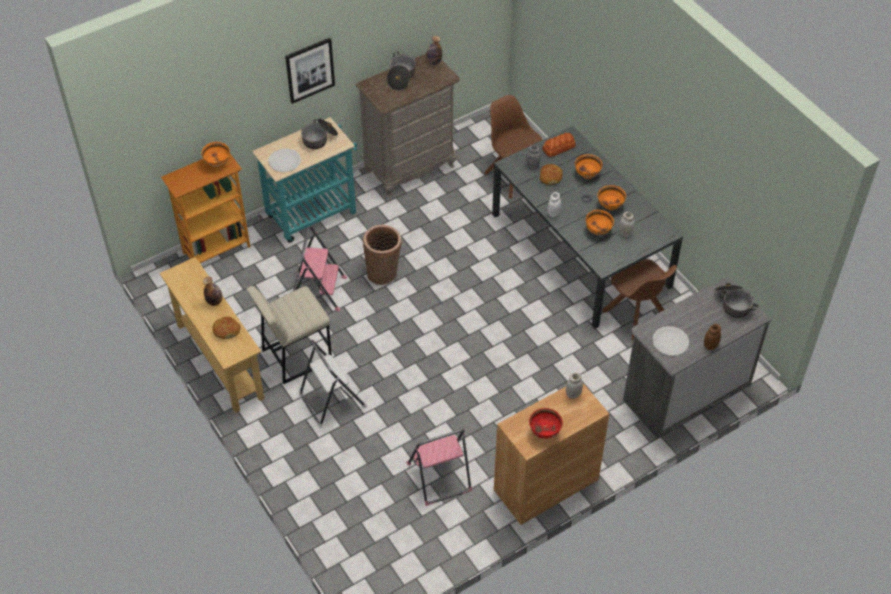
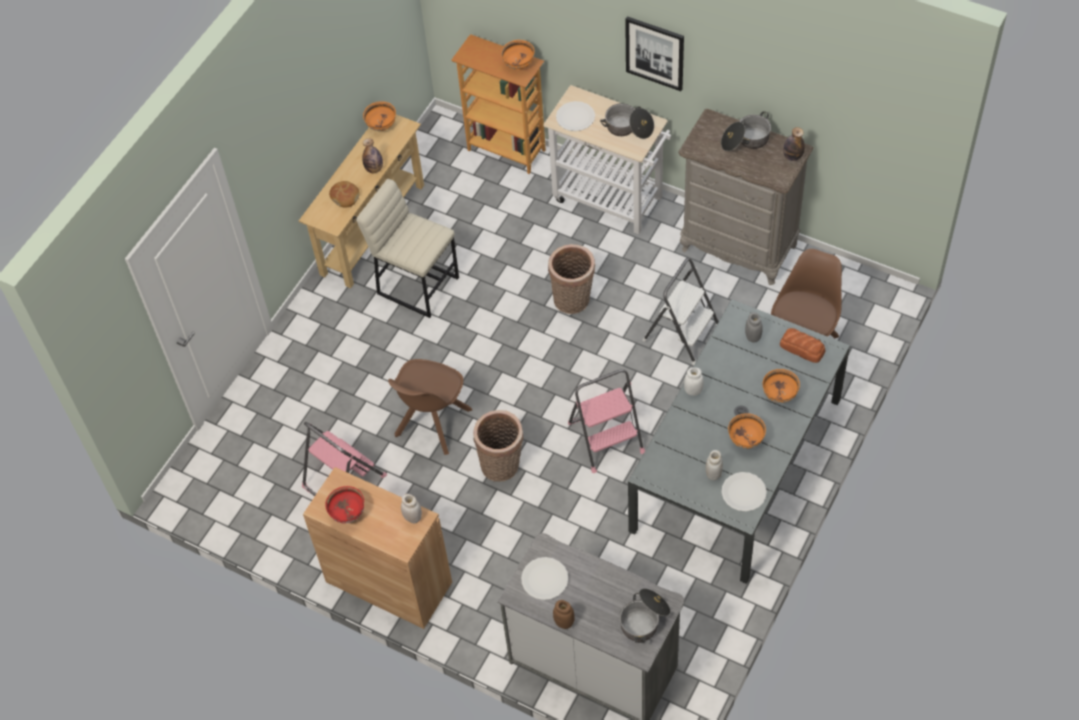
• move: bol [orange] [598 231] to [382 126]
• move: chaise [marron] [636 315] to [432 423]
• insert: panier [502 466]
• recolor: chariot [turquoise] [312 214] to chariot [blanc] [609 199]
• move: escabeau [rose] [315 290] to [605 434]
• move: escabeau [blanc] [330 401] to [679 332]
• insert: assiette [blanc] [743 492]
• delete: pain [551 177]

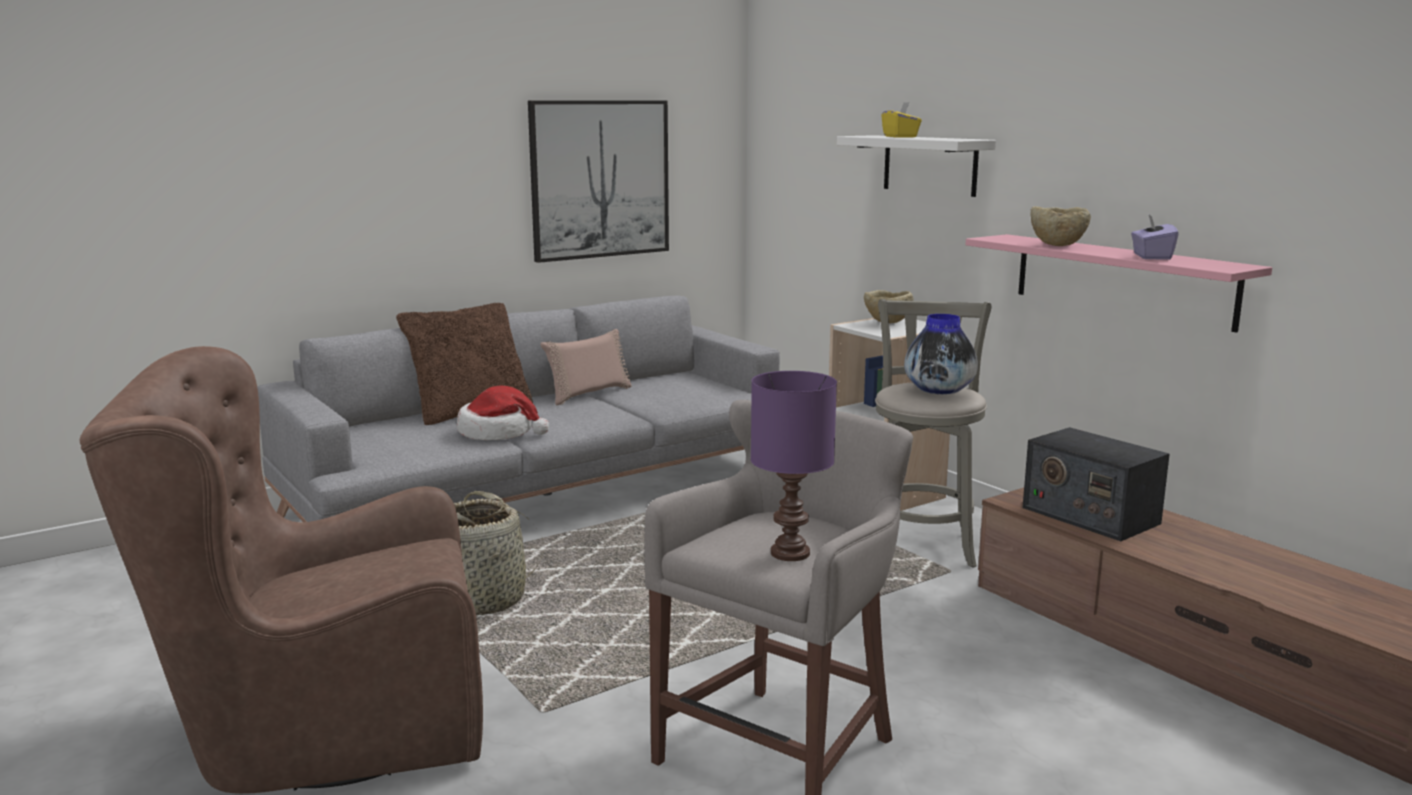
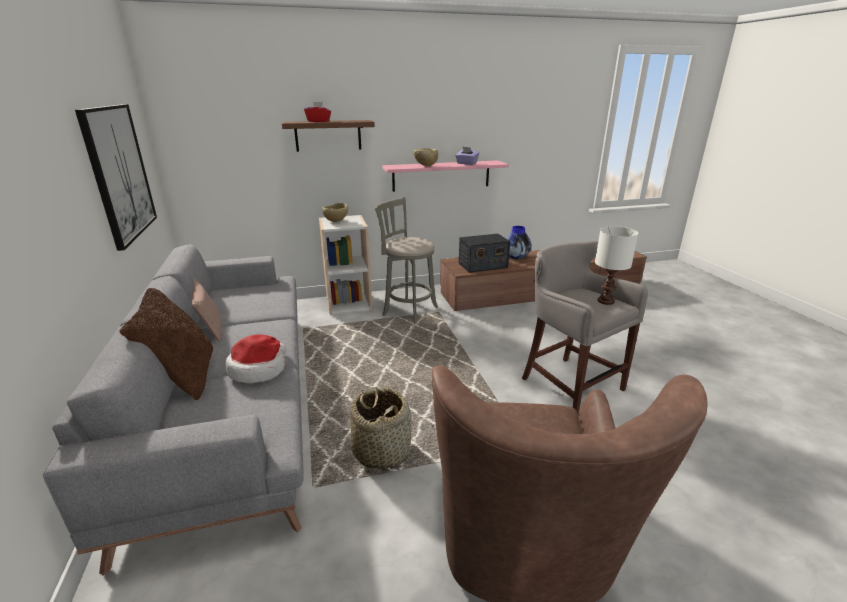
• recolor: étagère [blanc] [929 165] to étagère [marron] [328 135]
• recolor: boîte à mouchoirs [jaune] [900 137] to boîte à mouchoirs [rouge] [318 121]
• move: vase [938 391] to [515 257]
• recolor: lampe de table [violet] [792 553] to lampe de table [blanc] [605 301]

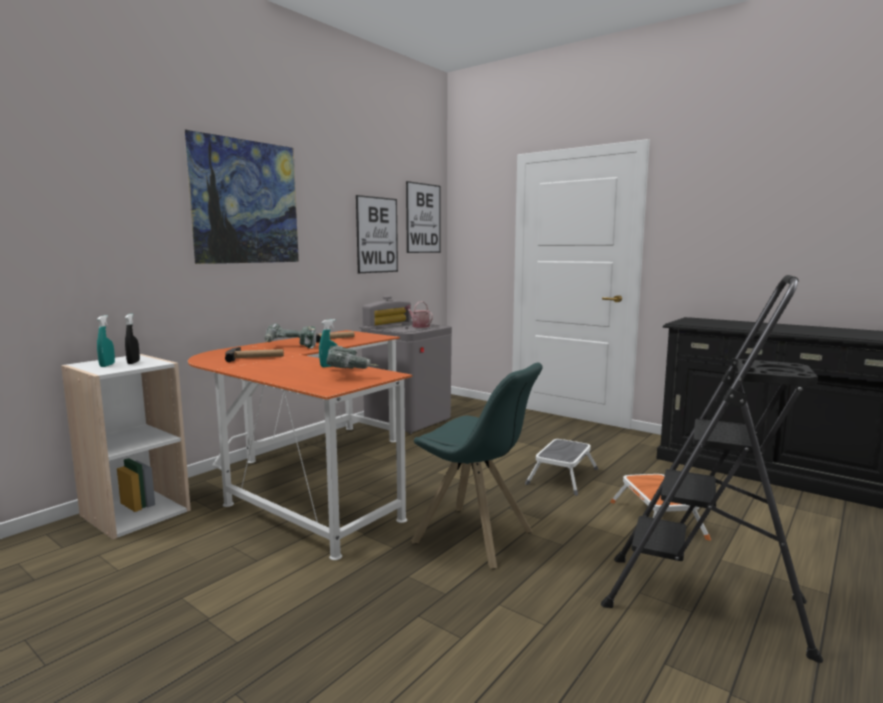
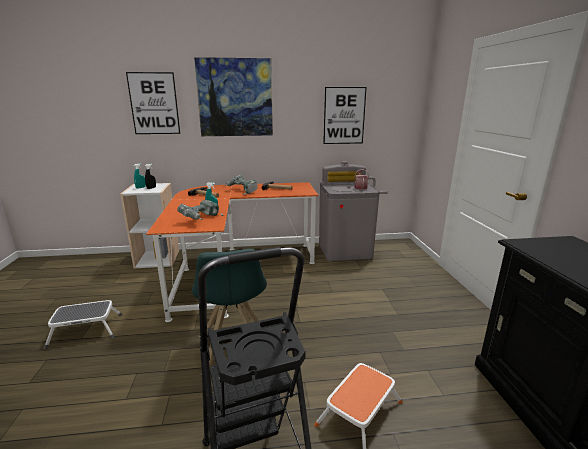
• move: escabeau [gris] [563 476] to [86 330]
• move: tableau [423 218] to [154 103]

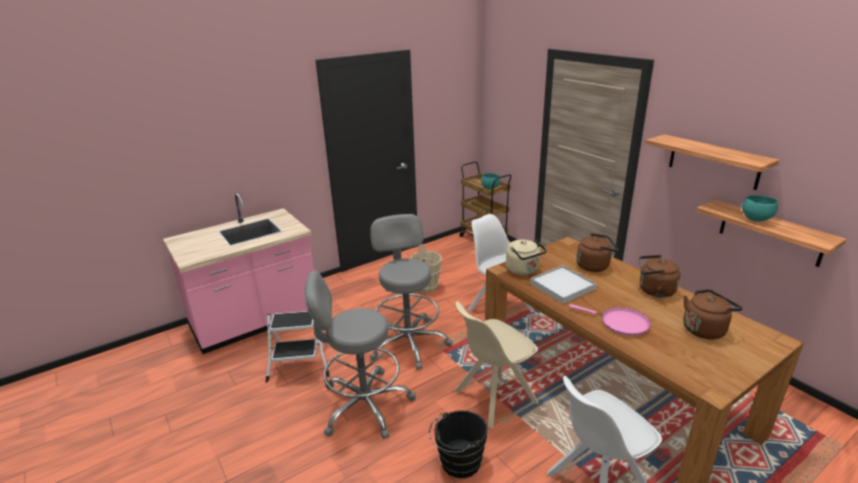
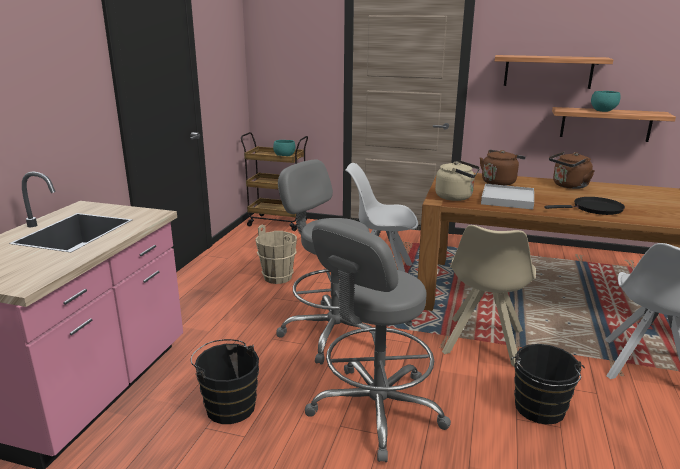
• replace: escabeau [300 361] to seau [noir] [228 405]
• recolor: poêle [rose] [621 323] to poêle [noir] [594 209]
• delete: bouilloire [marron] [705 329]

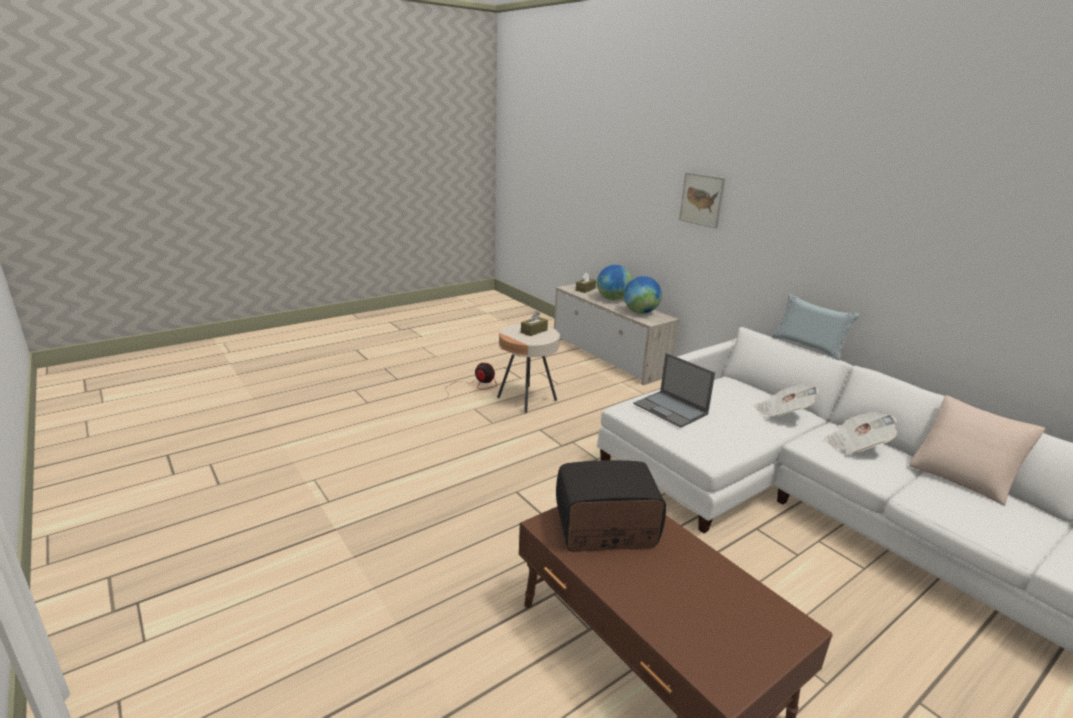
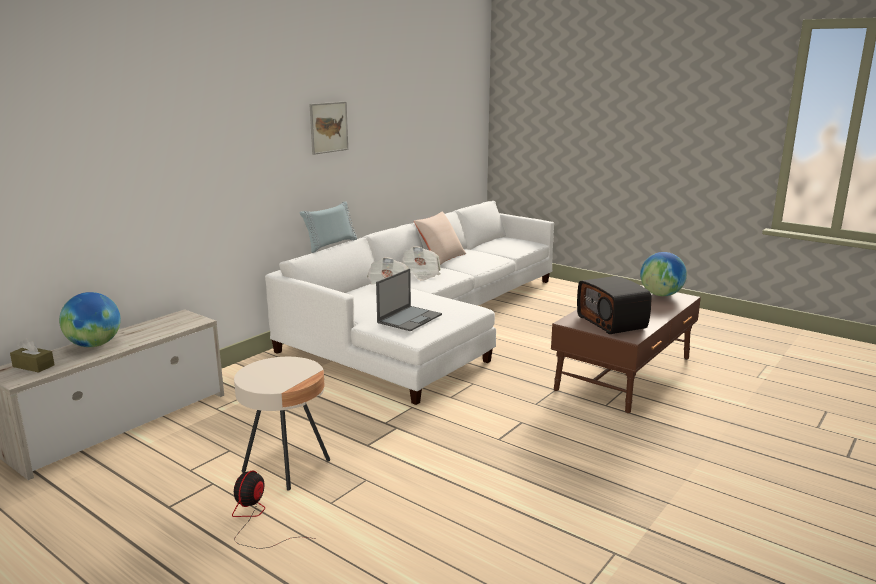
• move: tableau [702 199] to [328 127]
• move: globe [640 312] to [661 295]
• delete: boîte à mouchoirs [marron] [534 331]

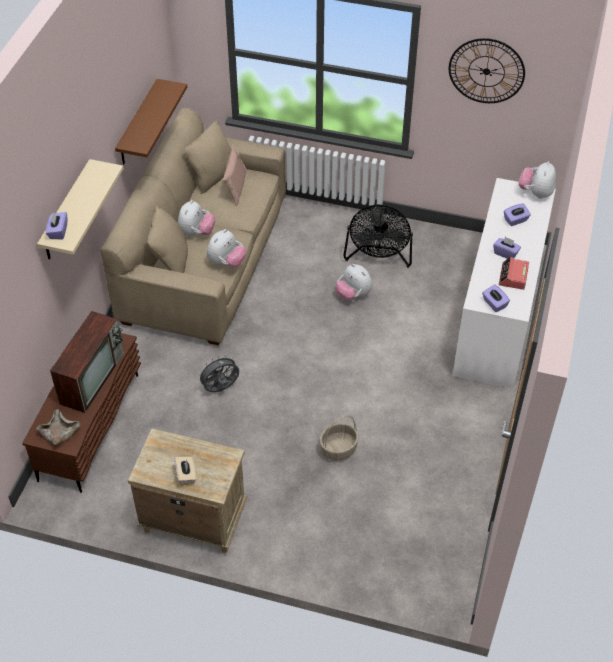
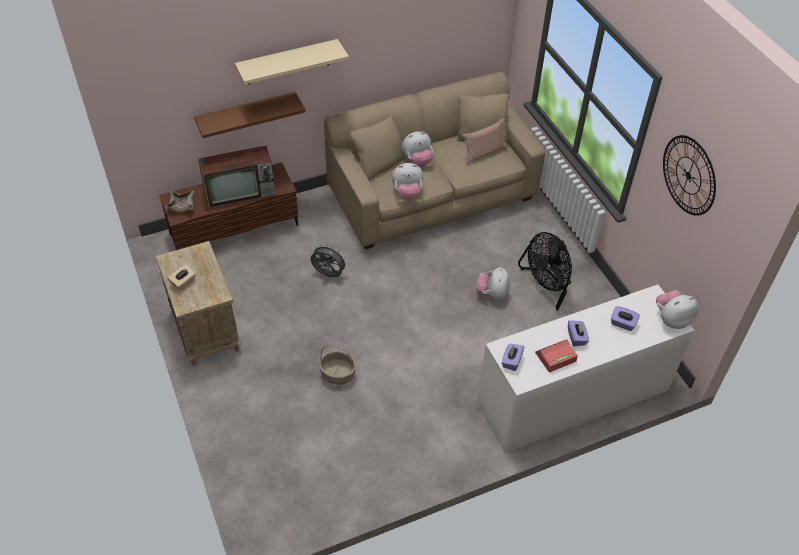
• move: étagère [marron] [138 124] to [247 114]
• delete: boîte à mouchoirs [violet] [58 232]

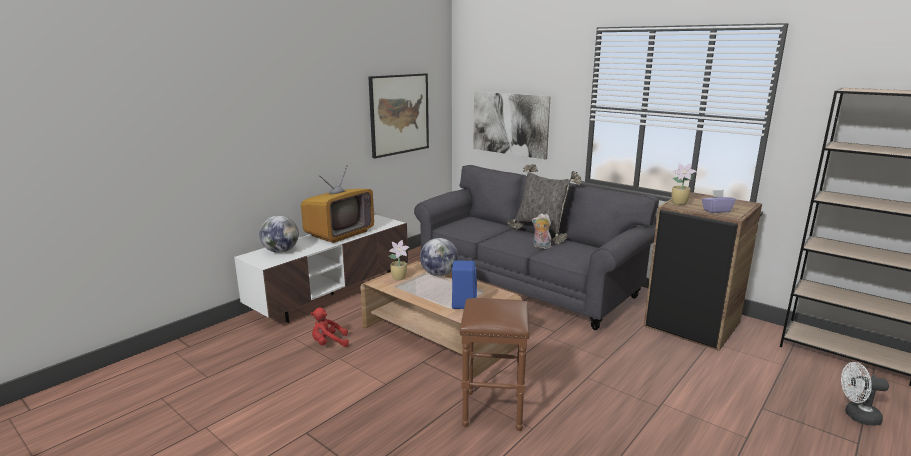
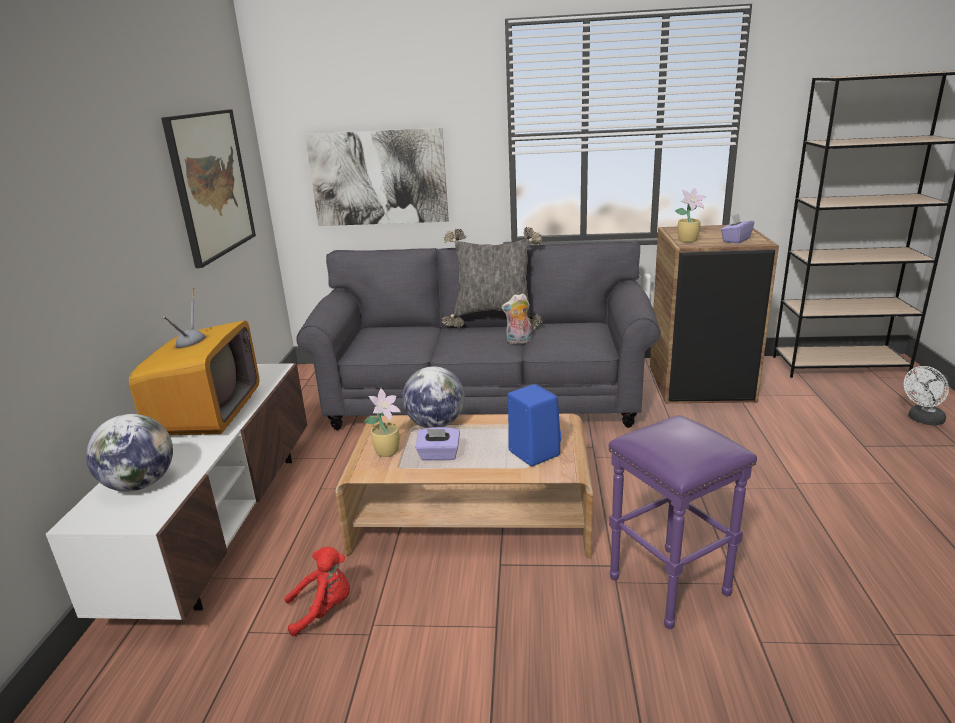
• rotate: peluche [rouge] [329 343] = [323 609] 150 degrees counterclockwise
• insert: boîte à mouchoirs [violet] [439 455]
• recolor: tabouret [marron] [494 411] to tabouret [violet] [672 585]

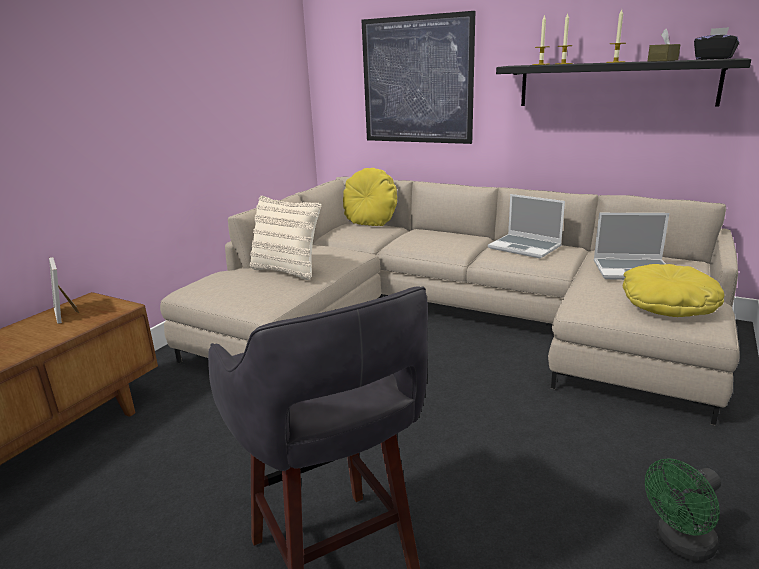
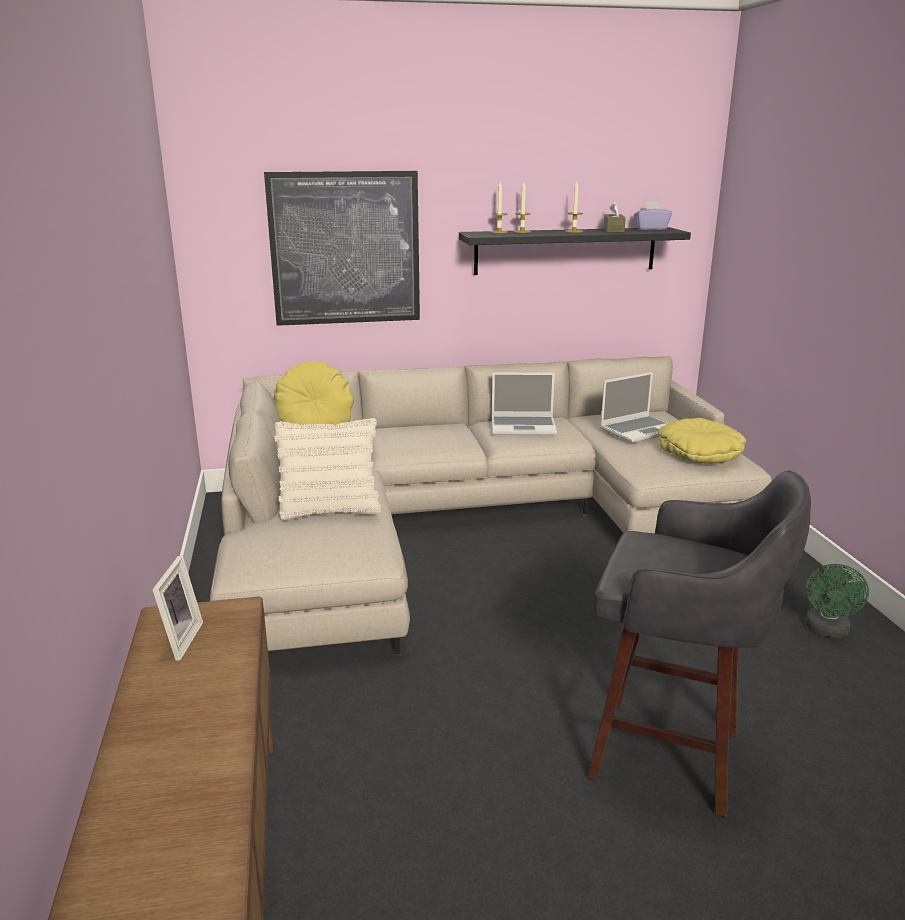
• rotate: cadre photo [67 313] = [177 641] 105 degrees counterclockwise
• recolor: boîte à mouchoirs [noir] [713 59] to boîte à mouchoirs [violet] [651 229]

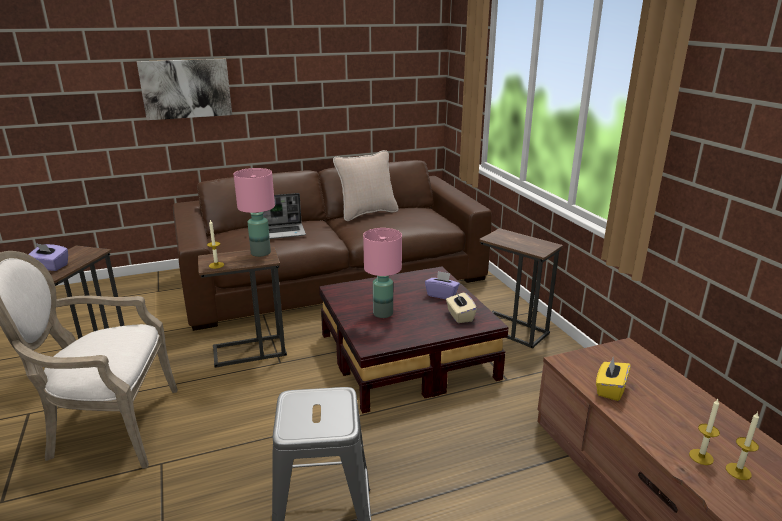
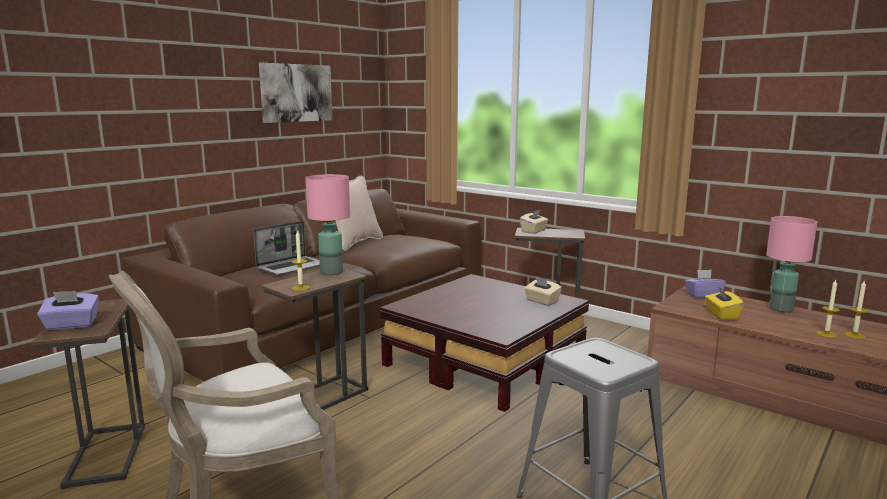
• move: tableau [186 88] to [296 93]
• insert: boîte à mouchoirs [beige] [534 231]
• move: boîte à mouchoirs [violet] [442 295] to [703 295]
• move: lampe de table [rose] [382 313] to [781 309]

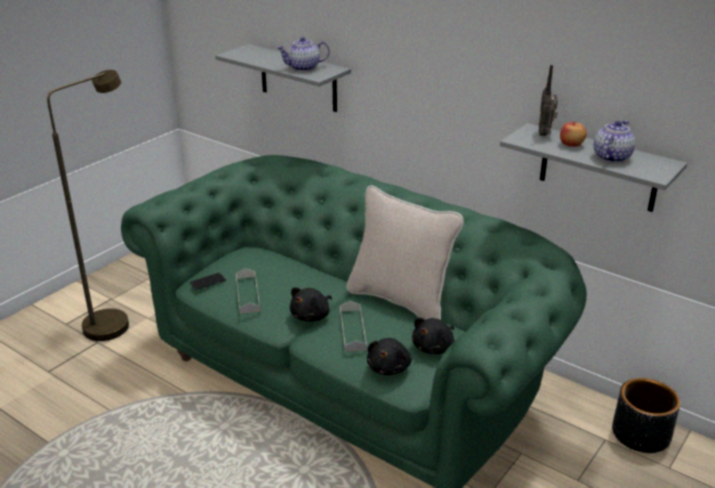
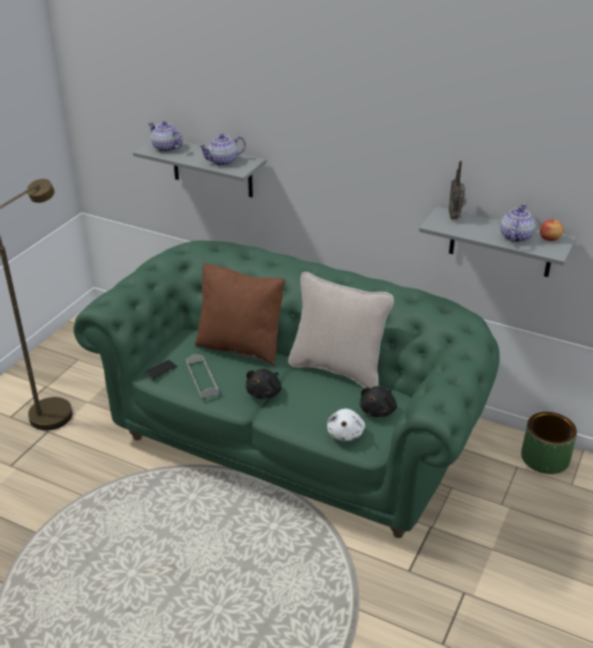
• insert: théière [166 148]
• insert: coussin [marron] [240 346]
• recolor: peluche [noir] [389 367] to peluche [blanc] [345 433]
• recolor: cache-pot [noir] [641 434] to cache-pot [vert] [545 458]
• move: pomme [571 144] to [550 239]
• delete: plateau [gris] [352 330]

